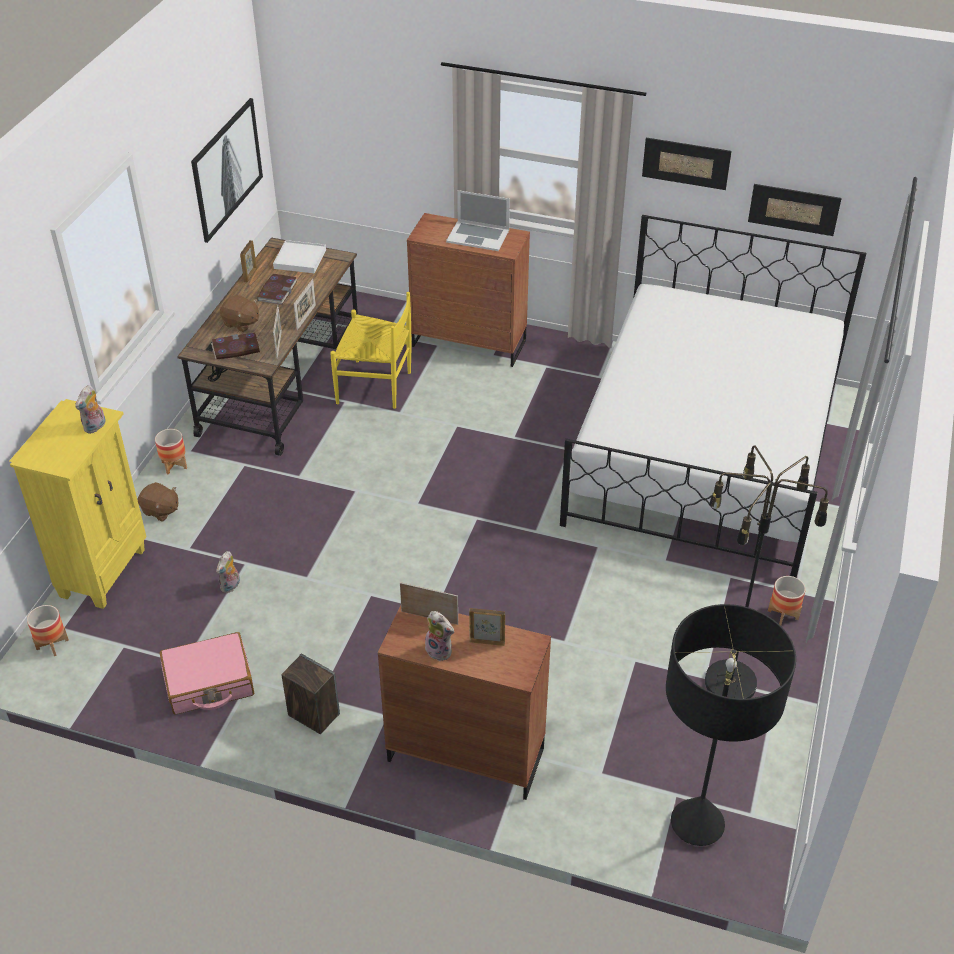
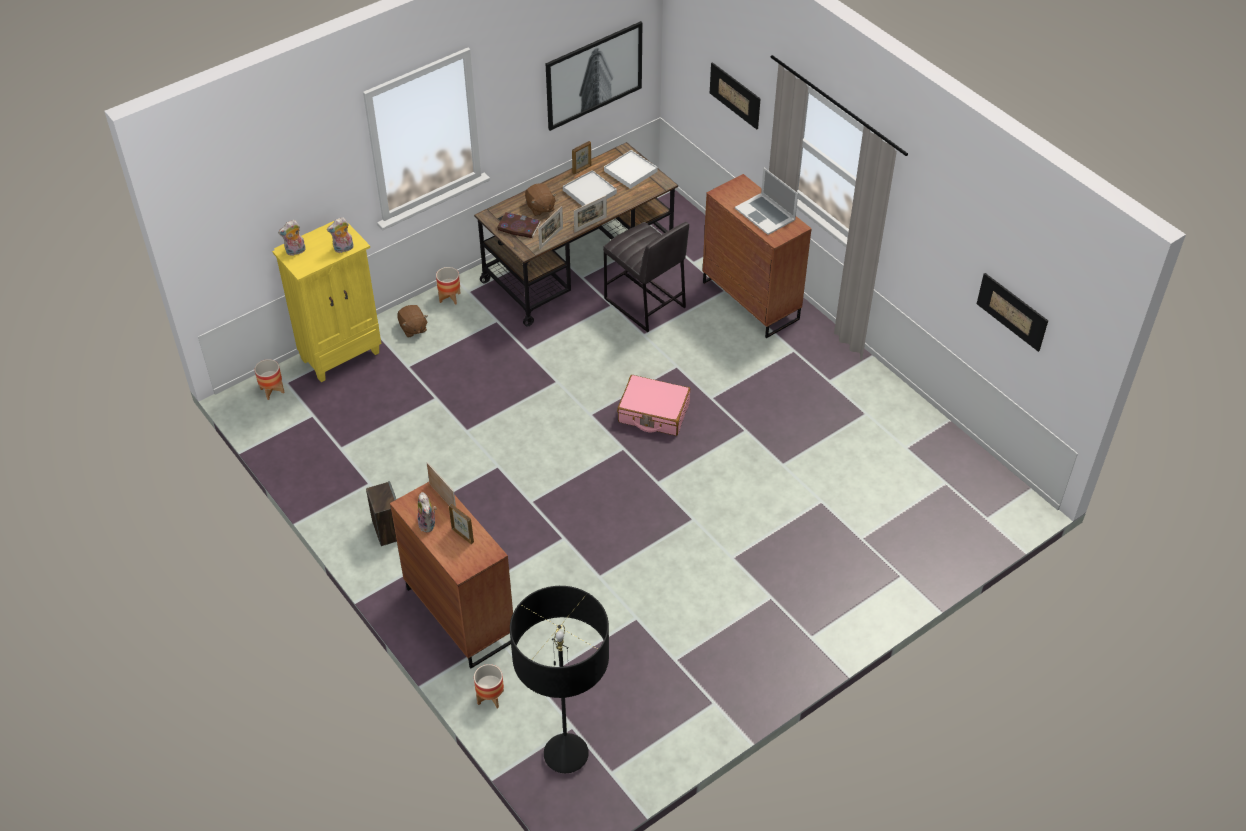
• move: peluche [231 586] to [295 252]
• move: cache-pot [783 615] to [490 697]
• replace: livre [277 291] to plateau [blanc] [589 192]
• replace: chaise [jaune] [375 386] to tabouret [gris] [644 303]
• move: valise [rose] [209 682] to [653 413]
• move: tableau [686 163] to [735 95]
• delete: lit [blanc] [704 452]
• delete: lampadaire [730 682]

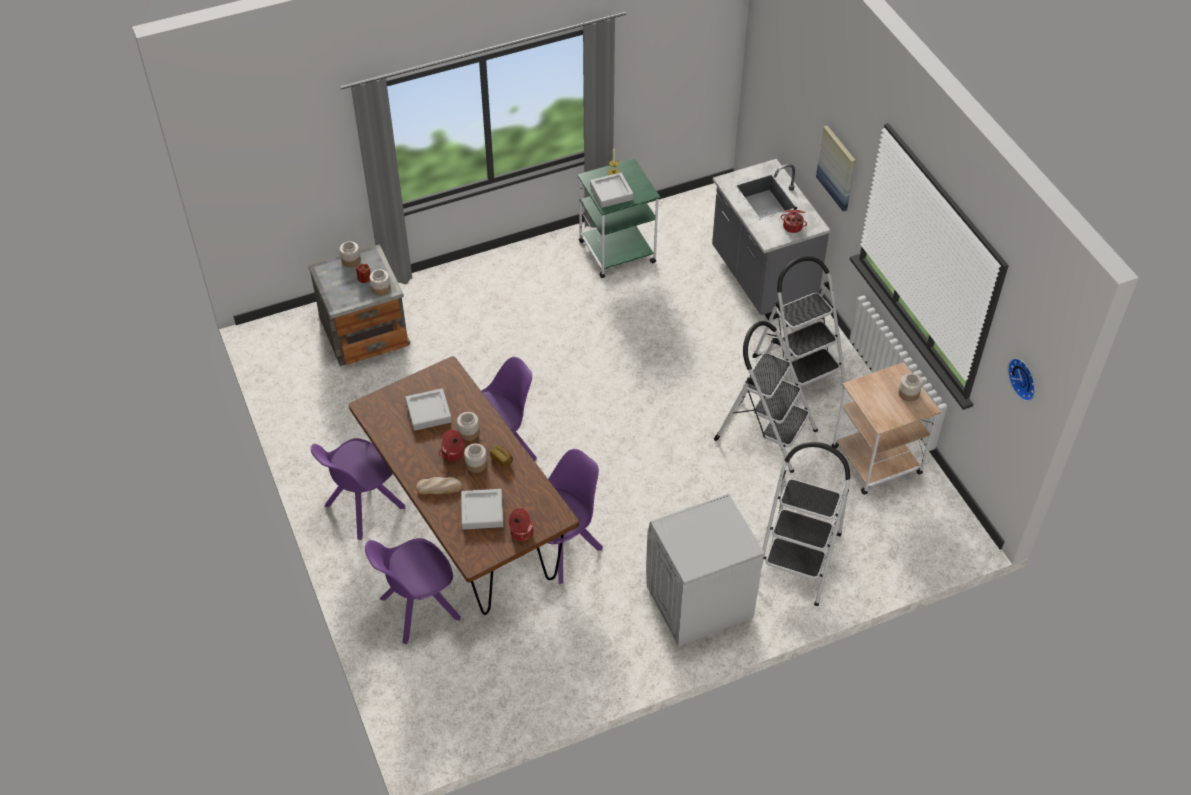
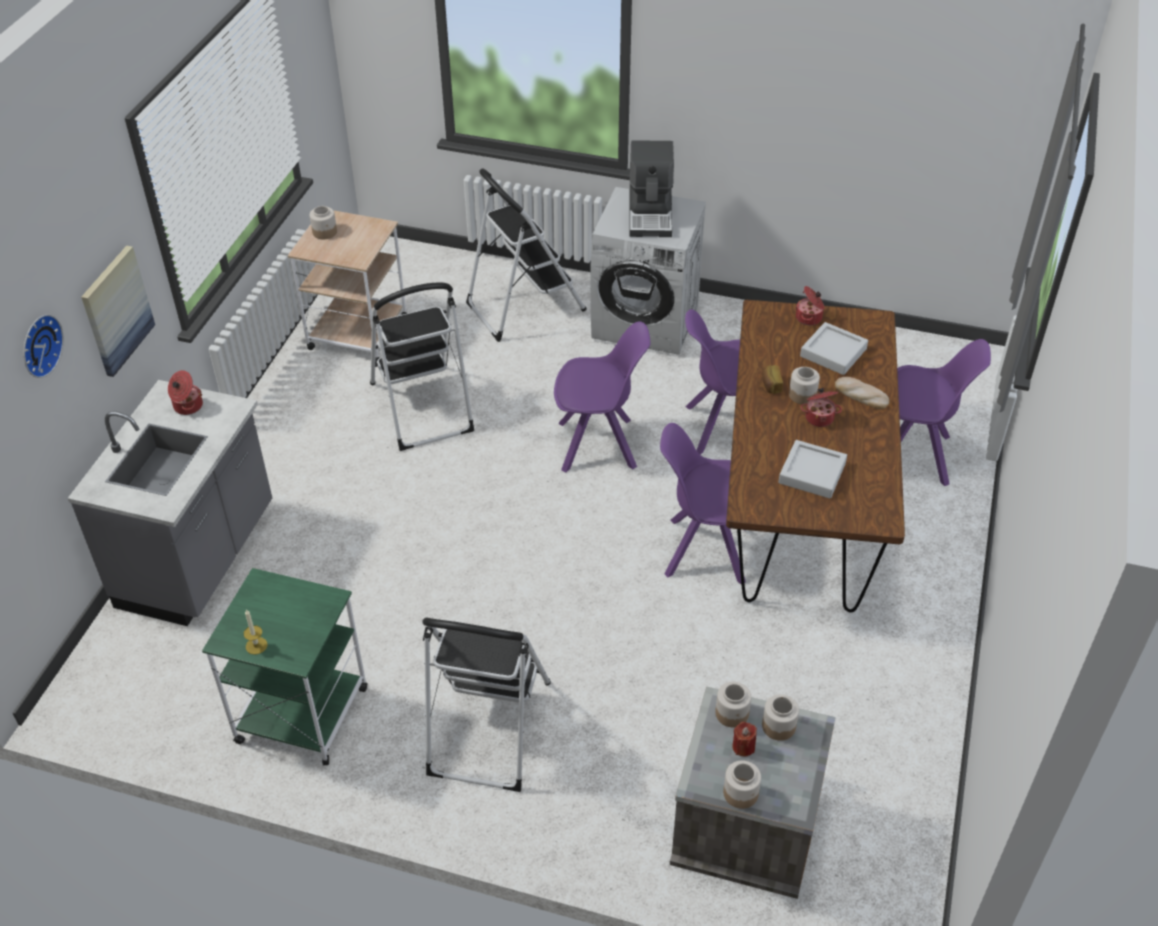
• move: horloge murale [1024 378] to [38 345]
• move: escabeau [798 371] to [487 731]
• move: chaise [violet] [363 507] to [599 445]
• insert: machine à café [651 215]
• move: bocal [469 432] to [778 726]
• delete: plateau [gris] [611 193]

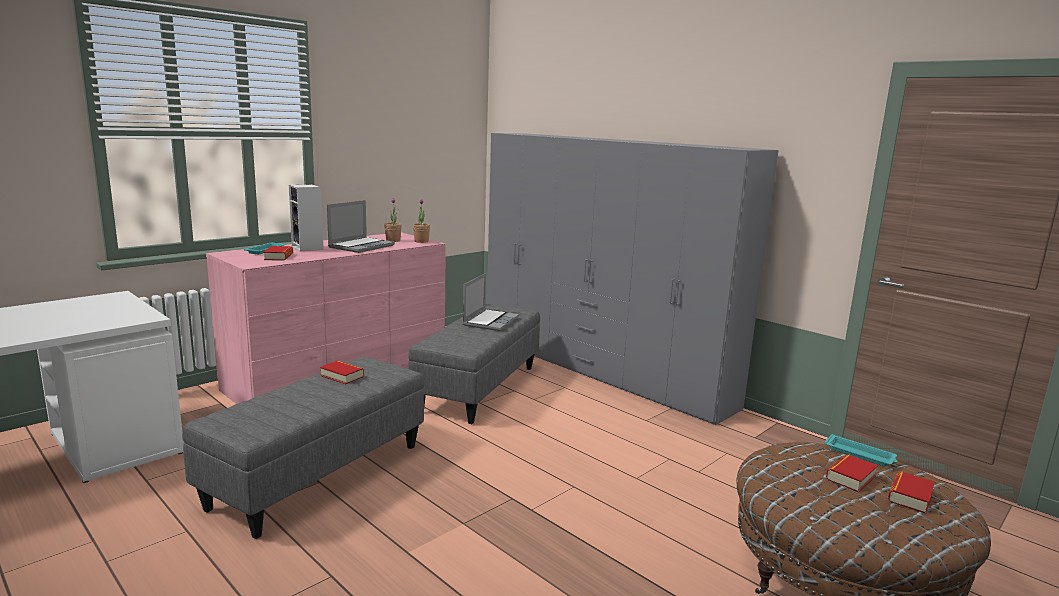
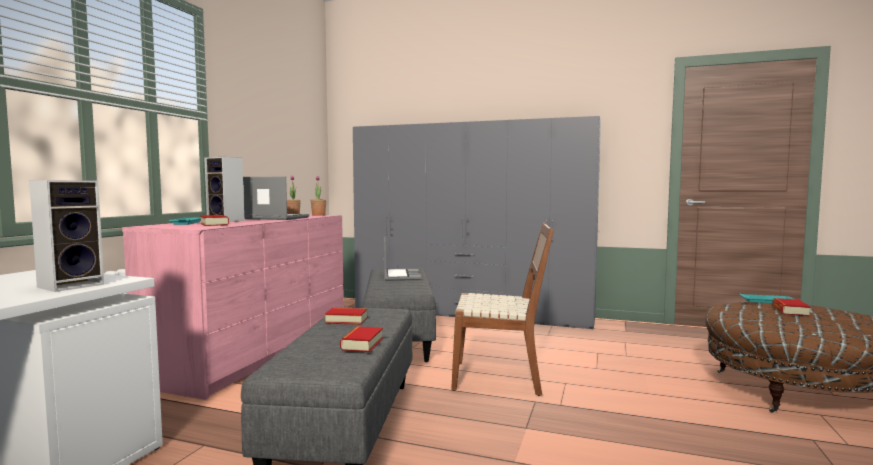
• insert: enceinte [73 285]
• rotate: ordinateur portable [361 246] = [275 218] 75 degrees counterclockwise
• move: livre [910 497] to [362 344]
• insert: chaise [501 378]

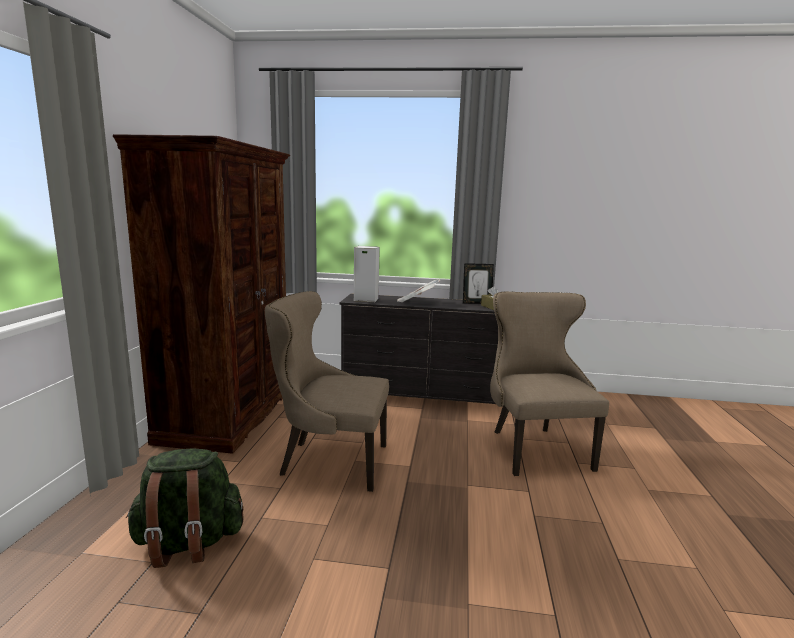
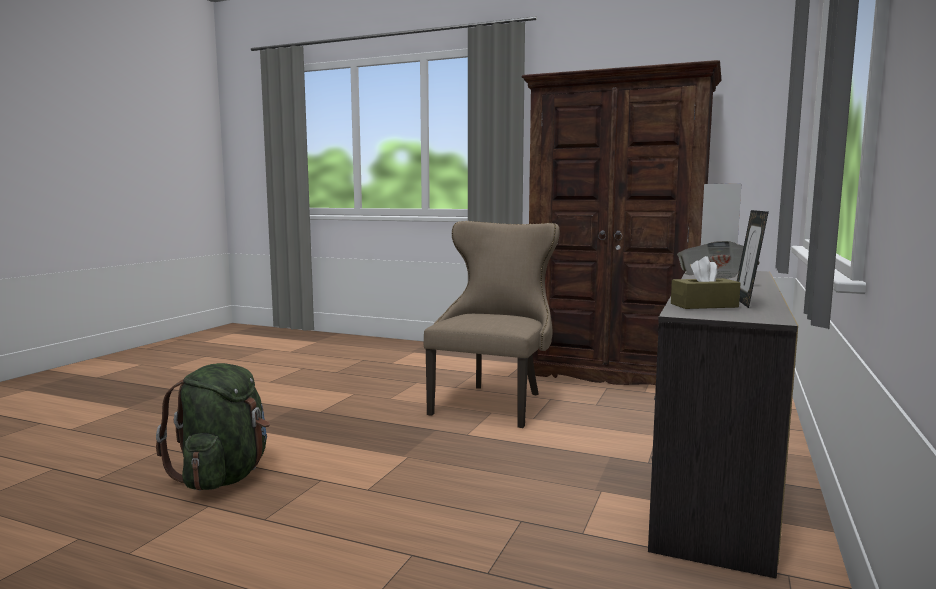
• move: sac à dos [vert] [188 543] to [224 476]
• delete: chaise [beige] [535 448]

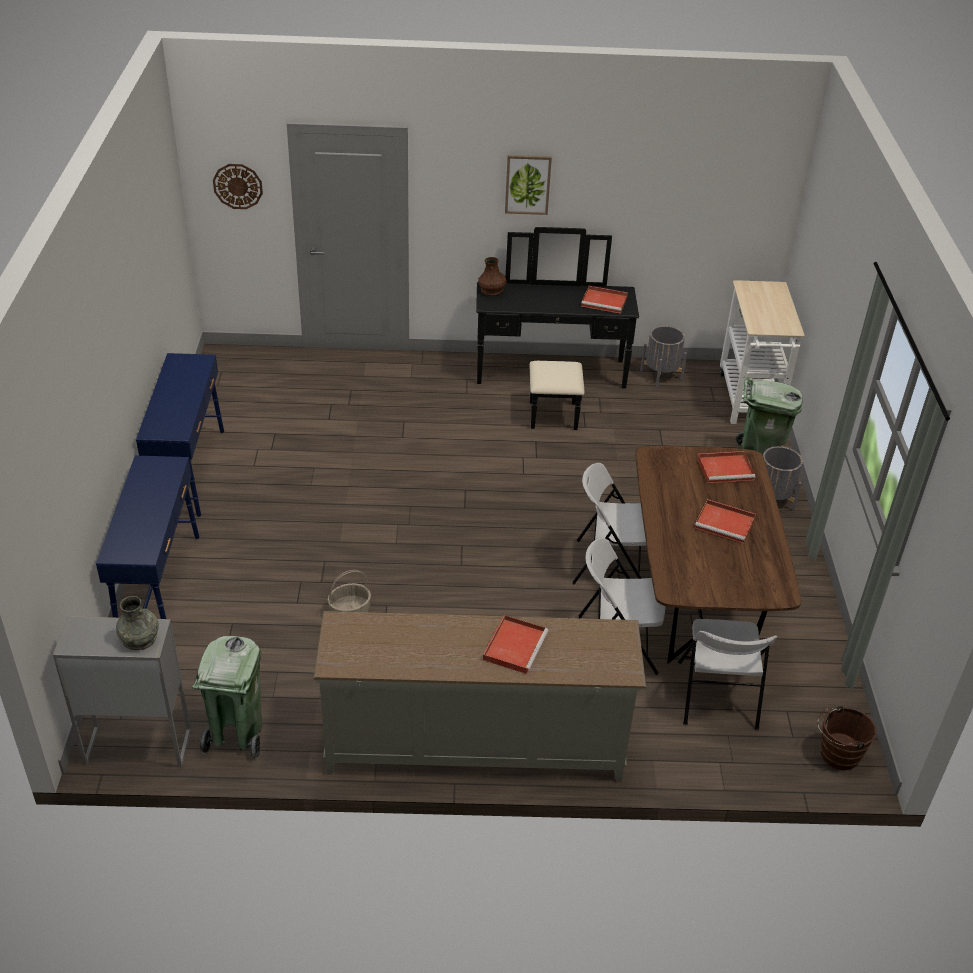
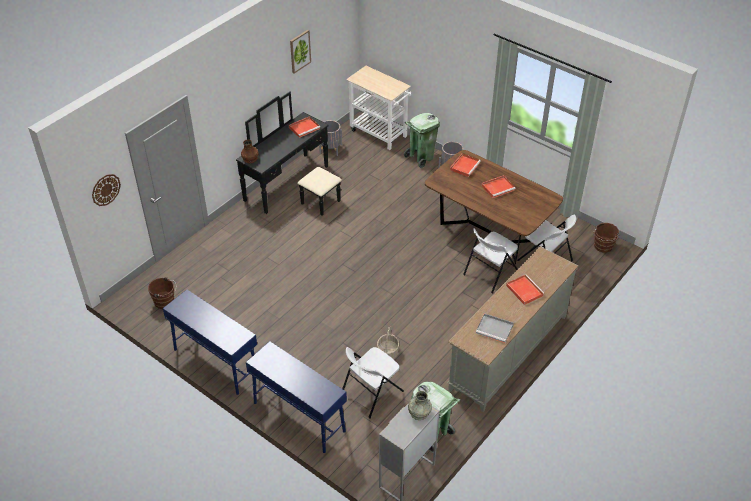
• insert: seau [marron] [166 302]
• move: tableau [527 184] to [300 51]
• move: chaise [blanc] [612 565] to [372 392]
• insert: plateau [gris] [495 329]

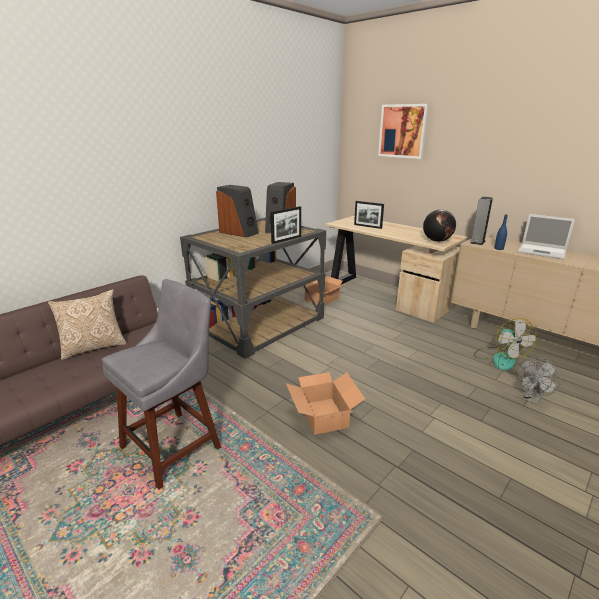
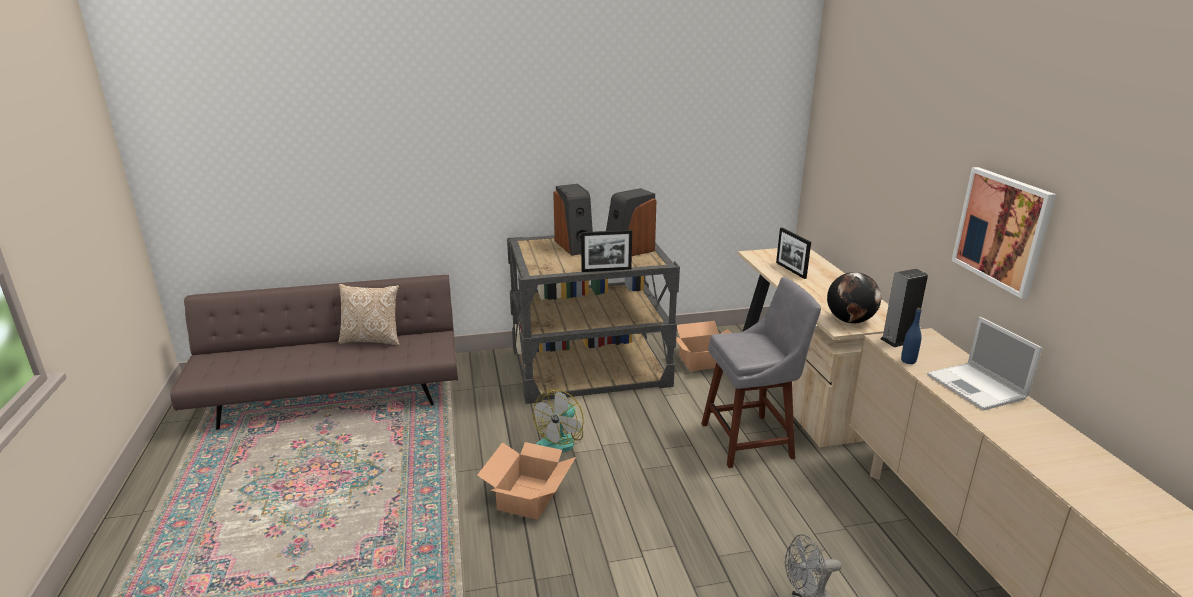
• move: ventilateur [499 358] to [560 440]
• move: chaise [gris] [175 445] to [751 440]
• move: tableau [402 131] to [1002 230]

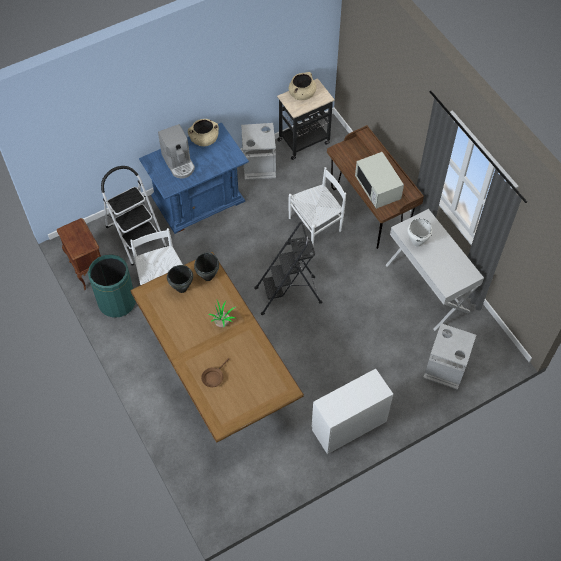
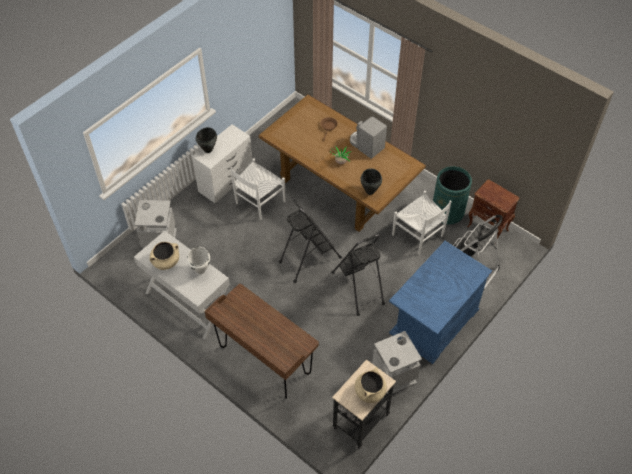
• move: marmite [beige] [204 140] to [166 261]
• move: marmite [noir] [181 288] to [208 150]
• move: chaise [blanc] [316 226] to [259 202]
• insert: escabeau [358 288]
• move: machine à café [179 163] to [366 145]
• delete: micro-ondes [blanc] [378 188]

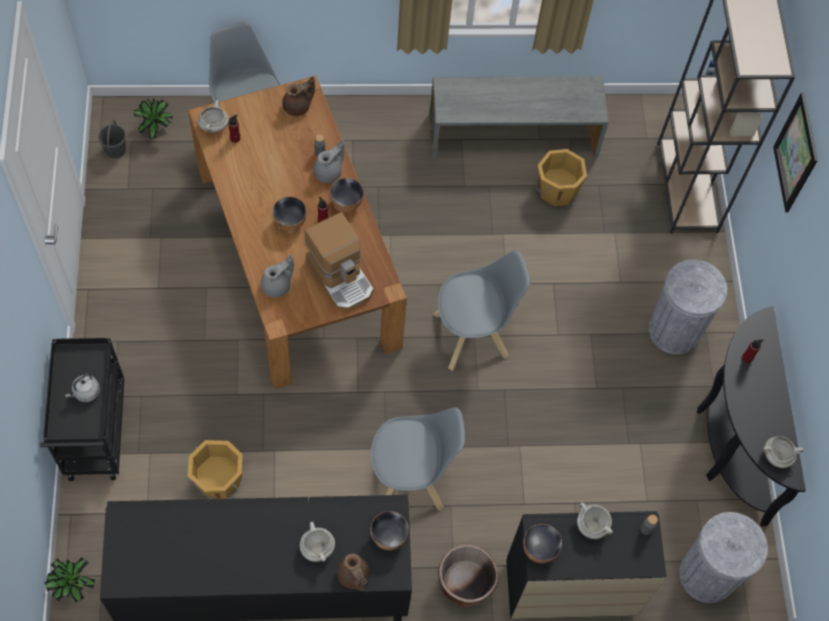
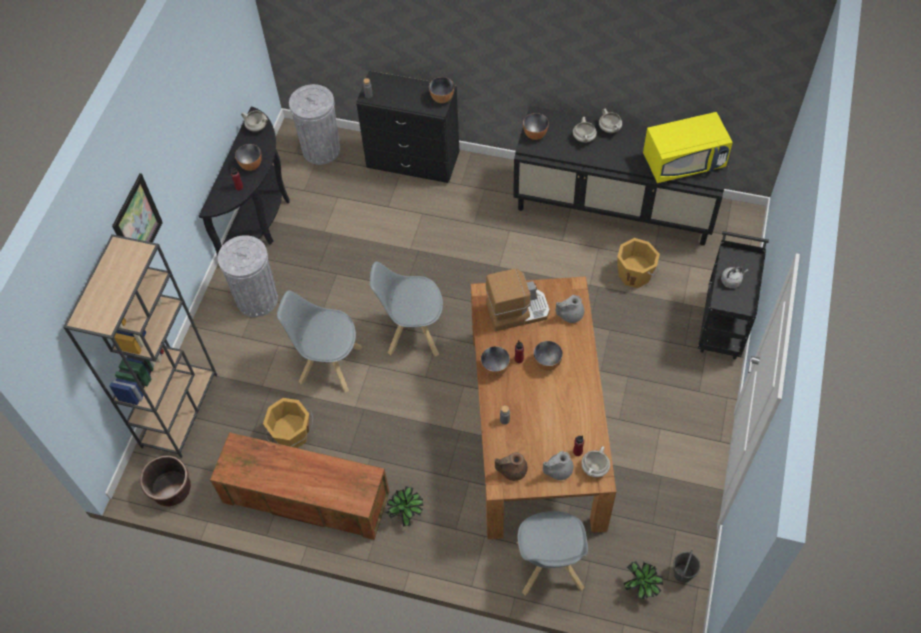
• move: cache-pot [marron] [465 584] to [171 489]
• recolor: banc [gris] [514 134] to banc [marron] [304 498]
• insert: bol [251 165]
• move: chaise [gris] [411 479] to [328 364]
• move: plante en pot [72 586] to [407 513]
• rotate: machine à café [341 276] = [517 310] 90 degrees clockwise
• move: théière [gris] [329 172] to [558 470]
• move: marmite [blanc] [591 525] to [610 129]
• insert: micro-ondes [jaune] [683 162]
• delete: théière [marron] [353 576]

